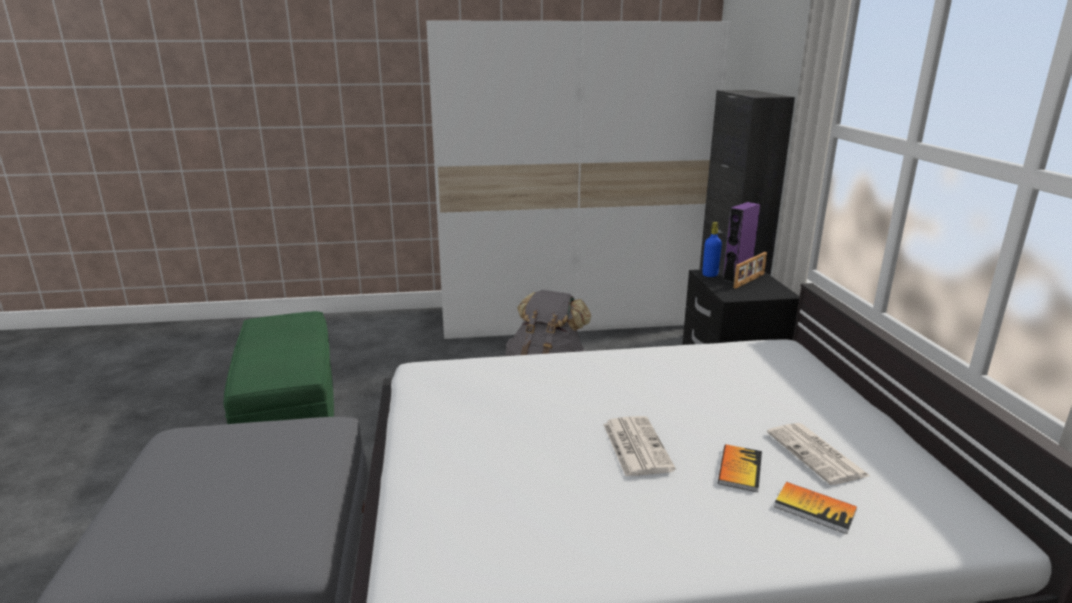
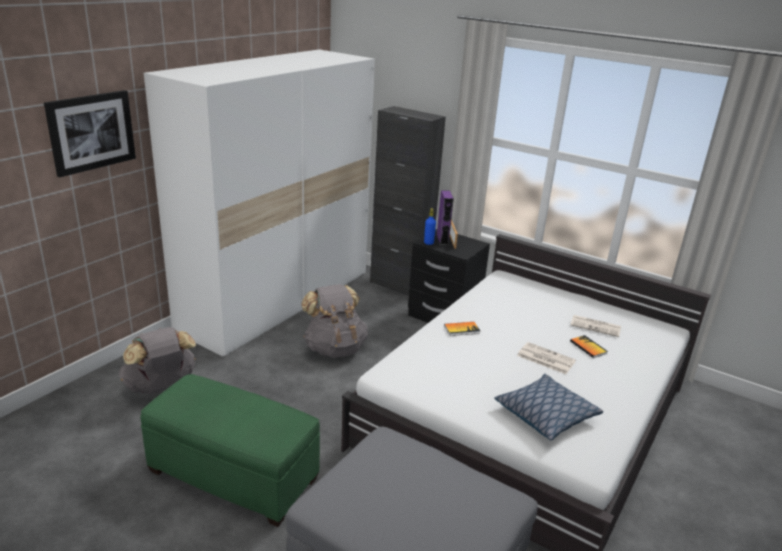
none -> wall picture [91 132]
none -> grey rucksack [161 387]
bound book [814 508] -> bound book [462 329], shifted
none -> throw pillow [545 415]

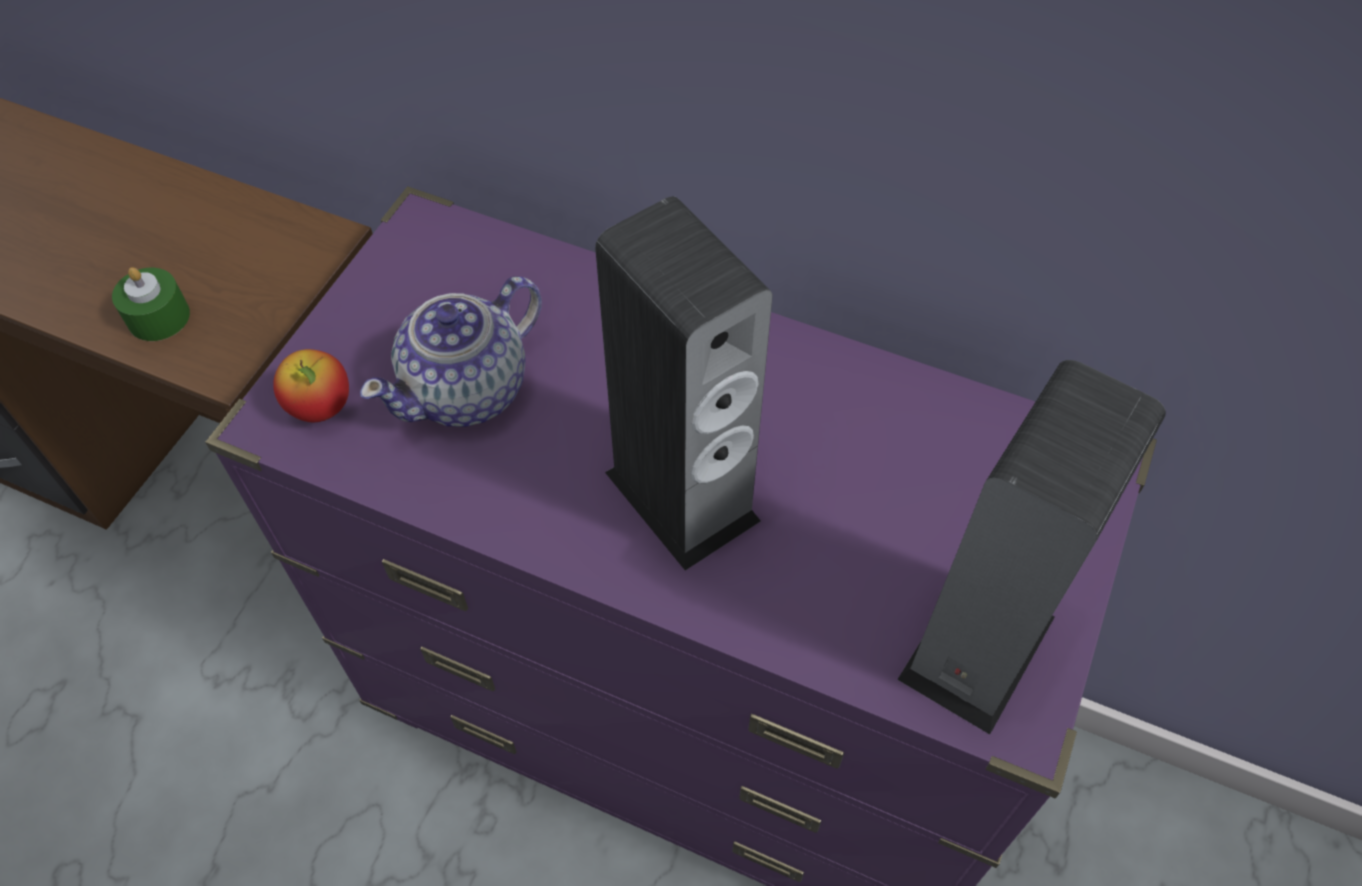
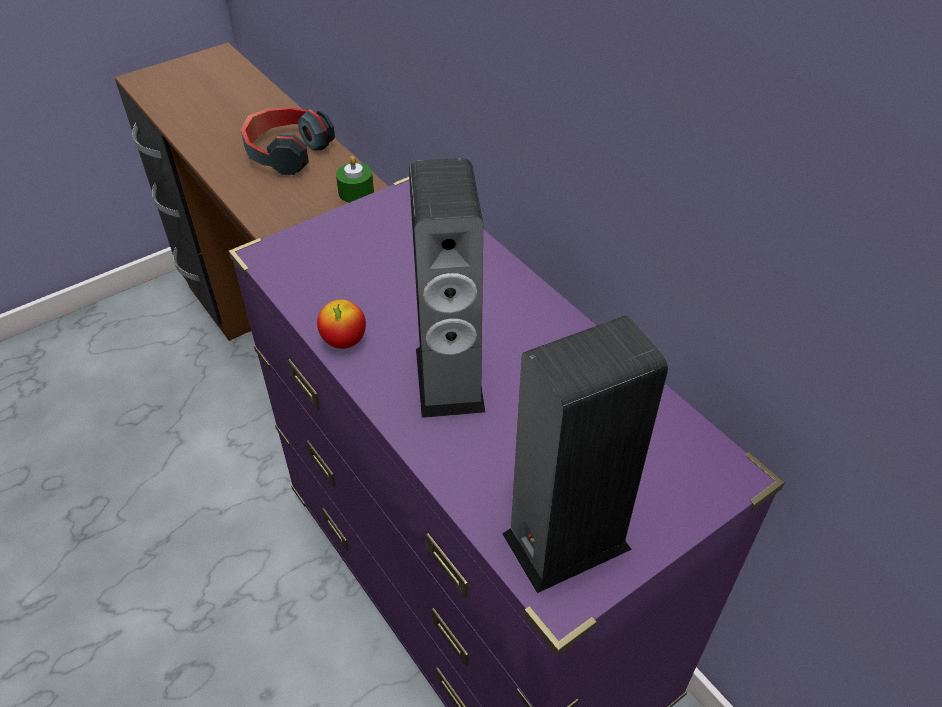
none -> headphones [286 152]
apple [321 408] -> apple [344 342], shifted
green wax candle [158 317] -> green wax candle [356 192], shifted
teapot [468 389] -> none

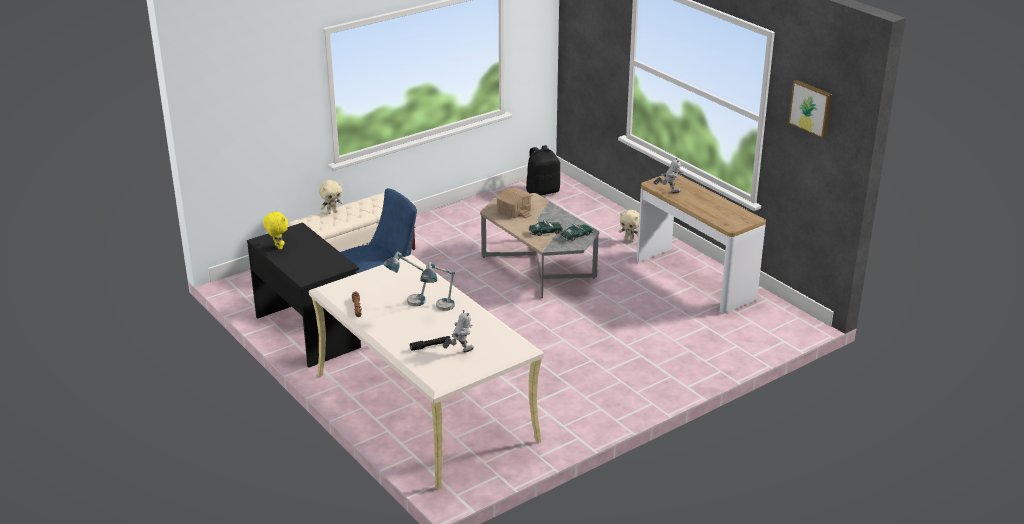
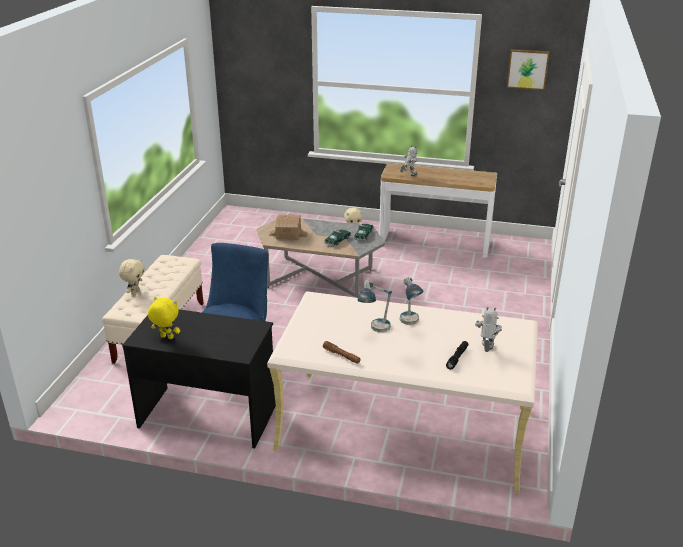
black-coloured rucksack [542 191] -> none

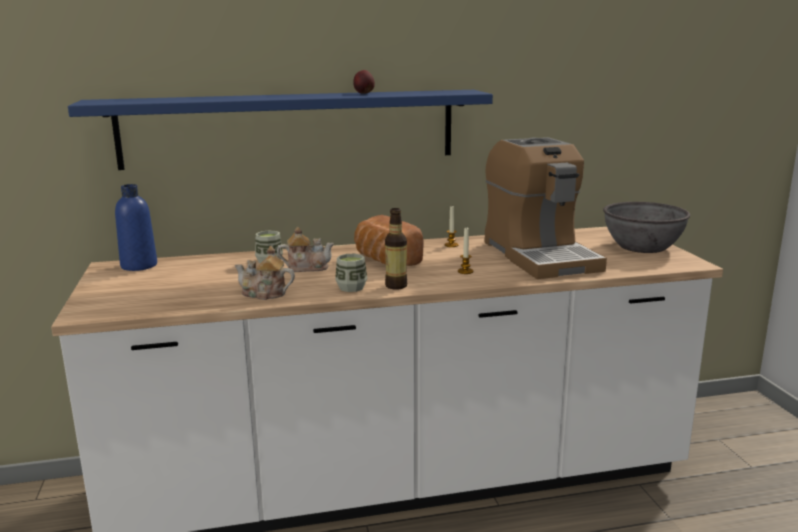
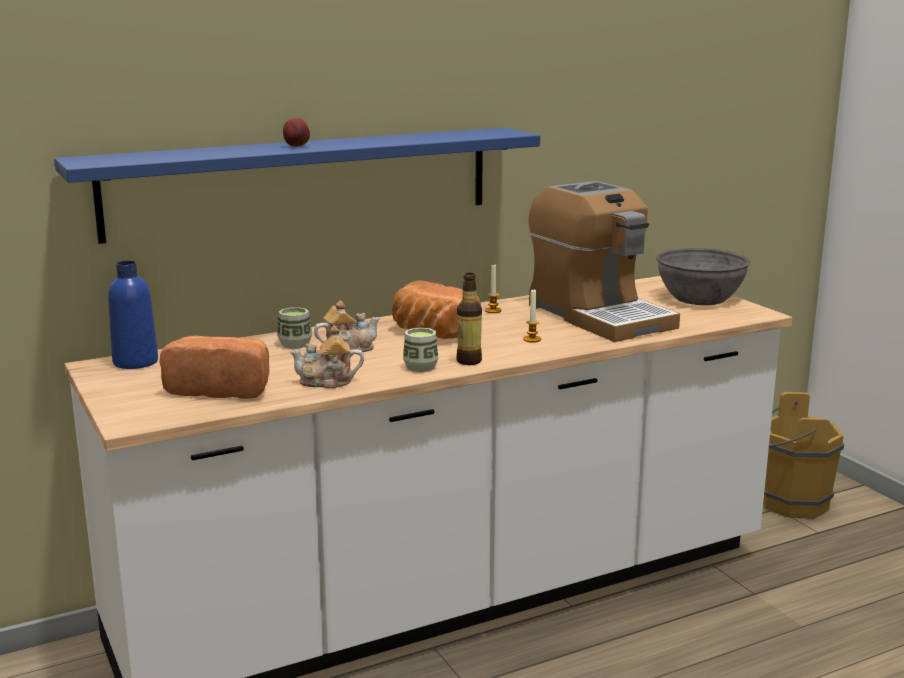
none -> bakery bread [221 388]
apple [364 93] -> apple [297 146], shifted
none -> brownish water bucket [787 503]

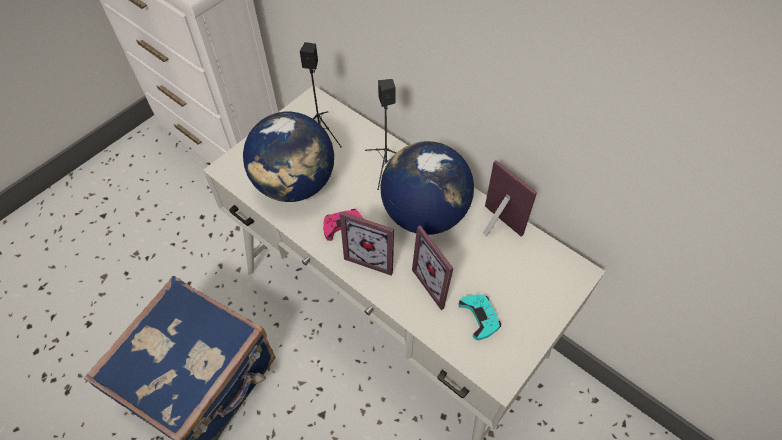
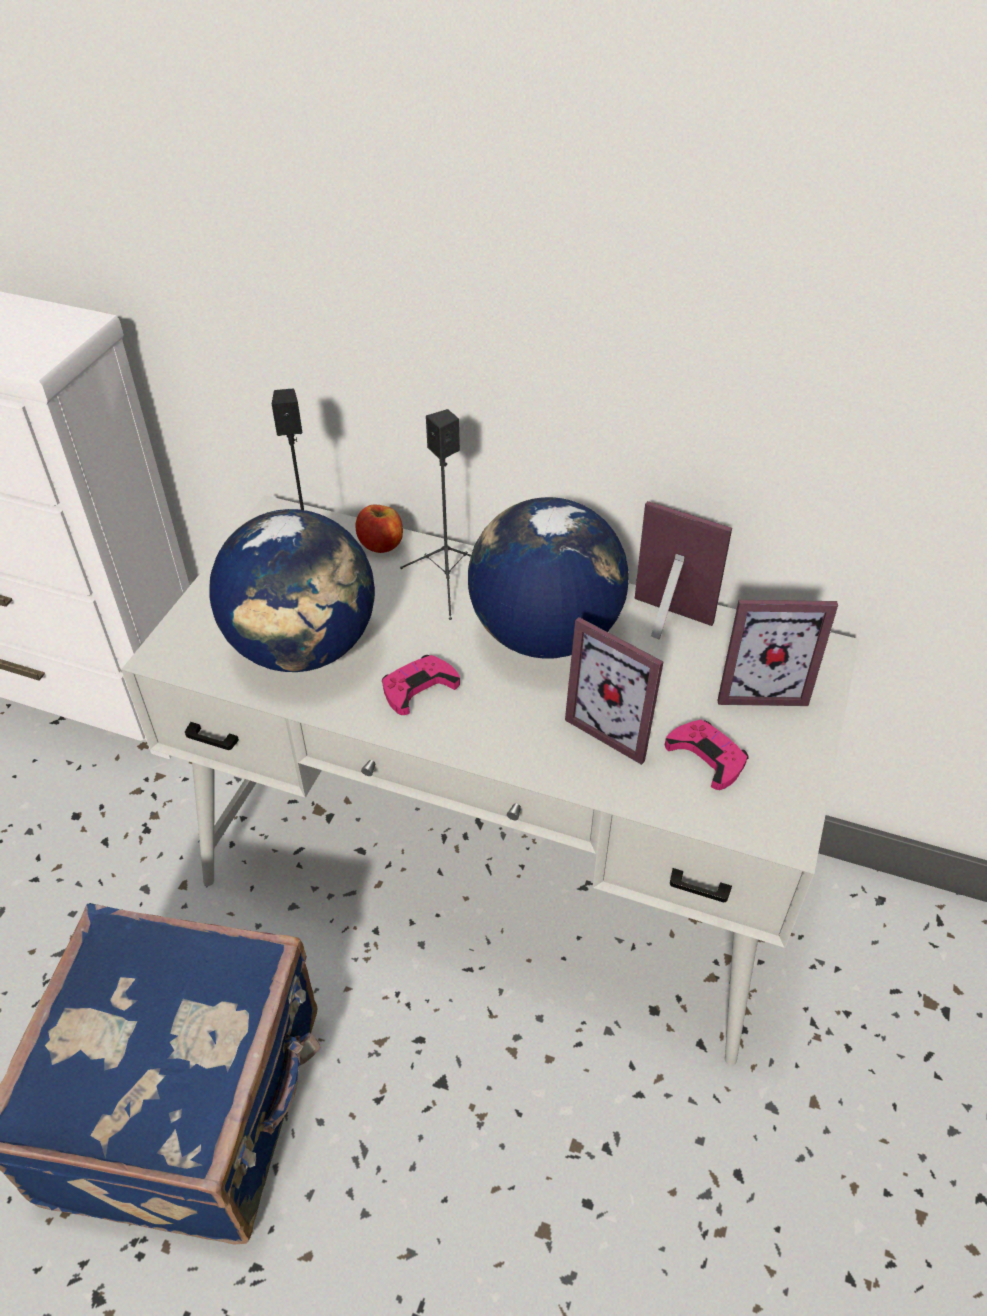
none -> apple [381 544]
turquoise joypad [479 317] -> pink-coloured joypad [707 757]
standing frame [373 255] -> standing frame [759 686], shifted

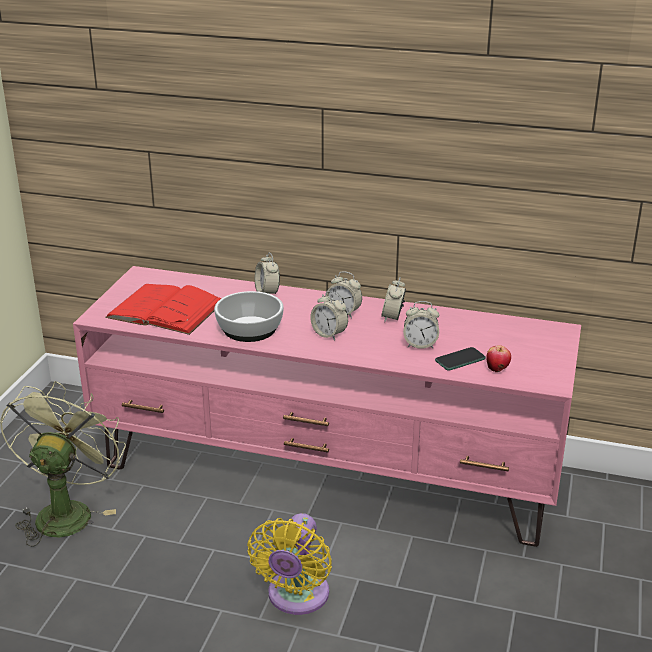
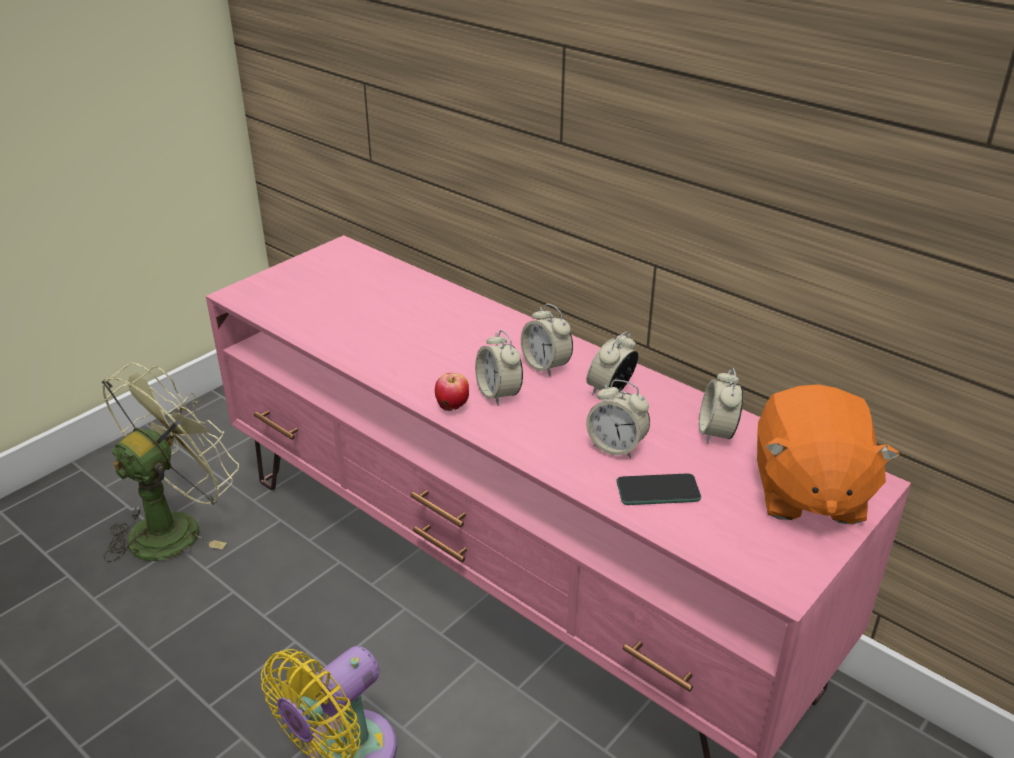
apple [497 370] -> apple [453 408], shifted
bedside clock [267 293] -> bedside clock [717 433], shifted
none -> orangey cuddly toy [807 492]
red-coloured bound book [165 309] -> none
deep dish [250 328] -> none

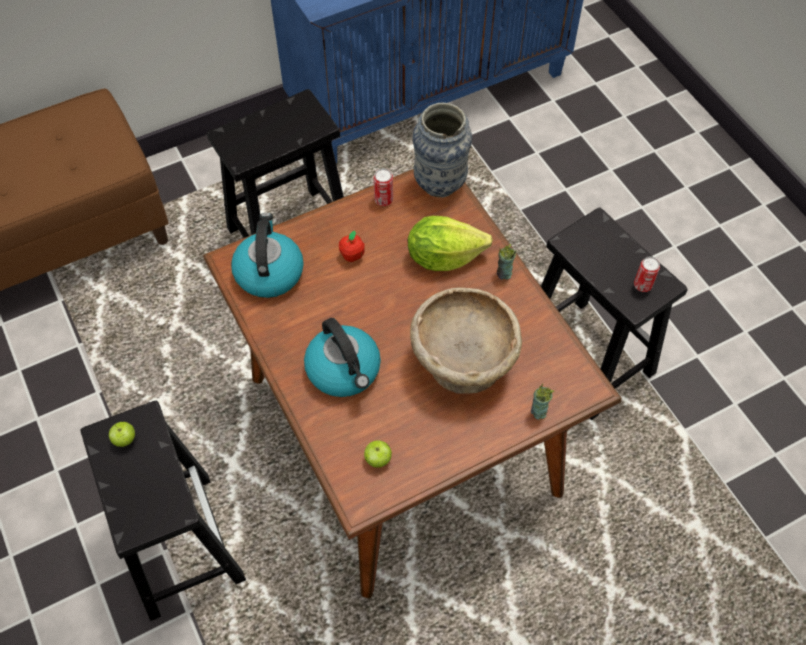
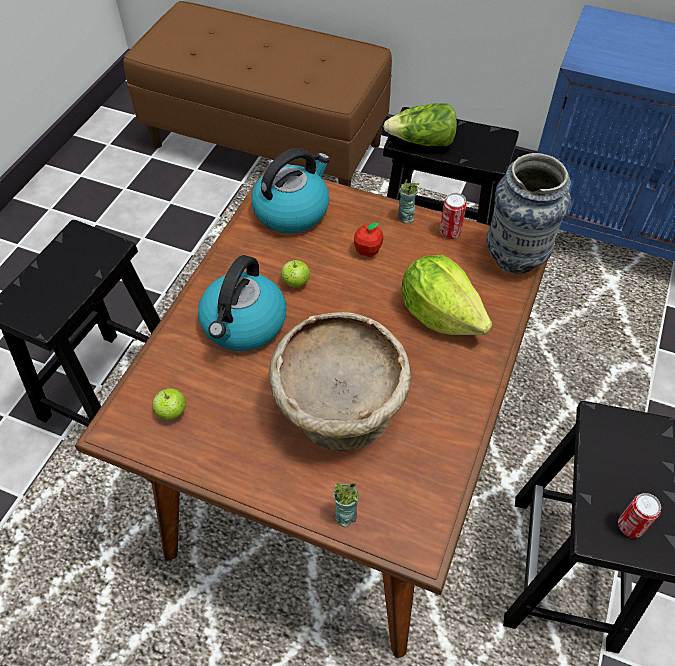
apple [125 439] -> apple [296 283], shifted
none -> head of lettuce [422 142]
small cup [504 274] -> small cup [405 217], shifted

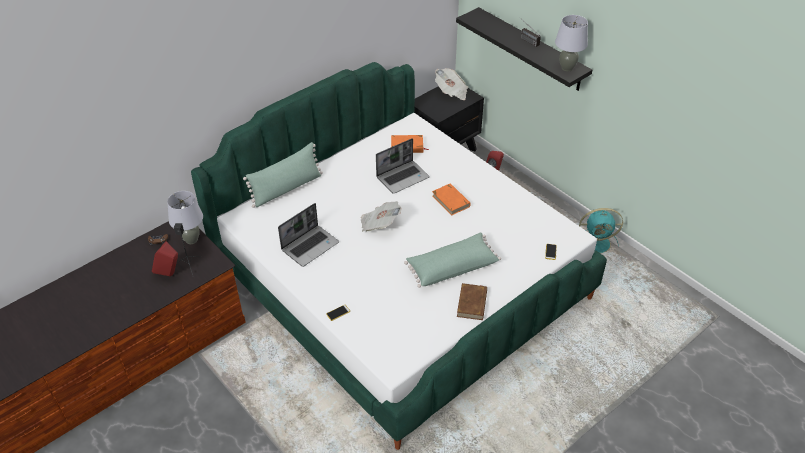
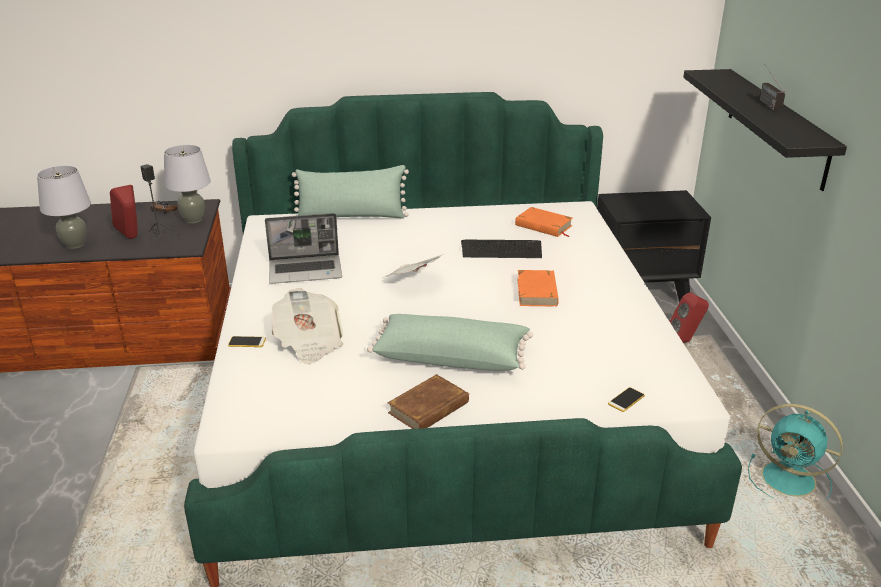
grey tabletop lamp [567 68] -> grey tabletop lamp [74 245], shifted
newspaper [451 92] -> newspaper [309 343], shifted
notebook computer [403 177] -> PC keyboard [501 250]

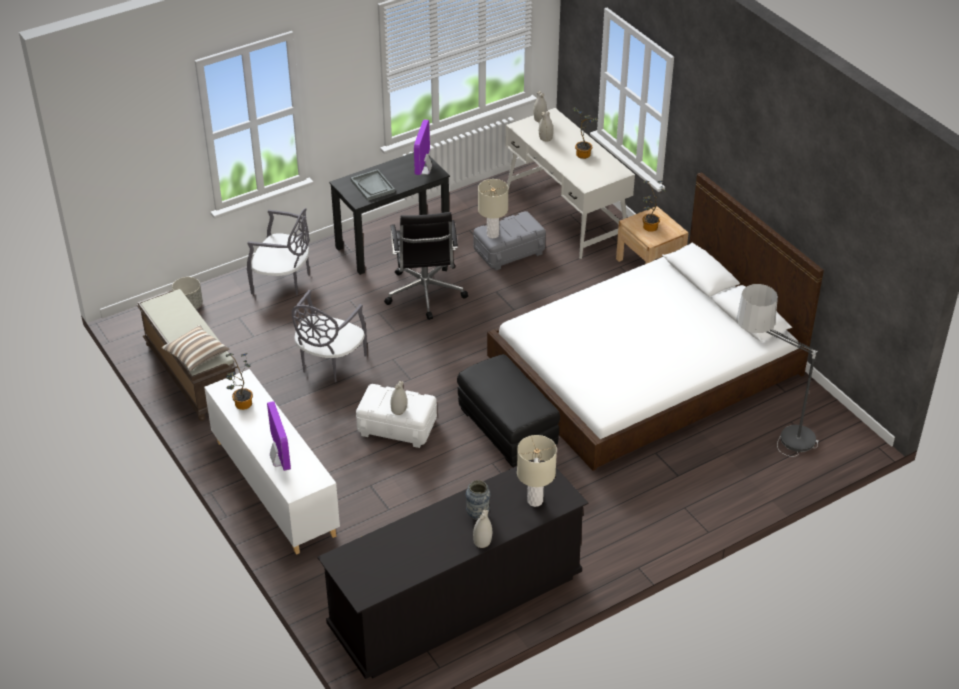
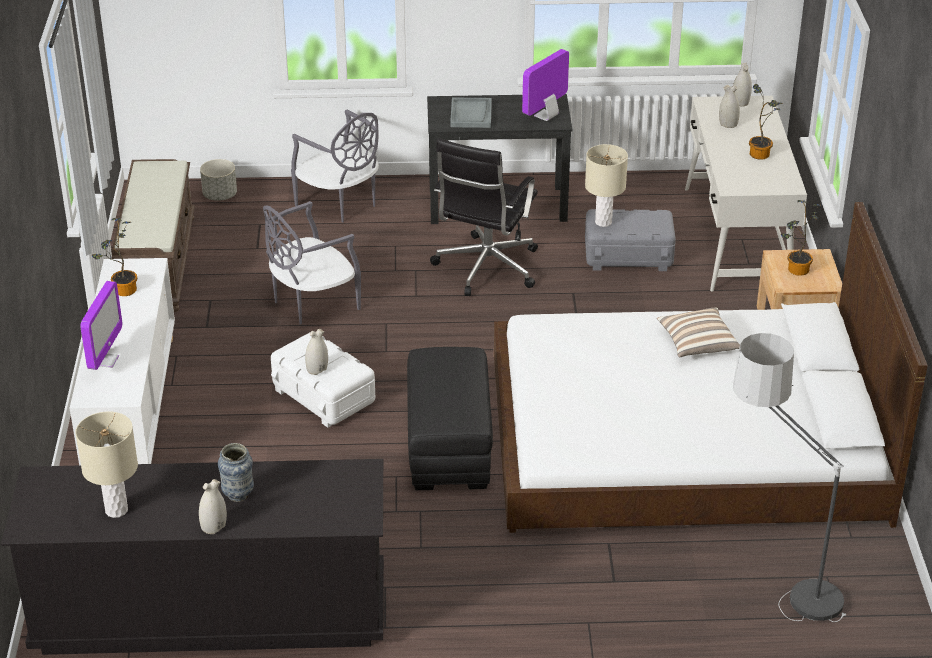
sand-coloured tabletop lamp [534 501] -> sand-coloured tabletop lamp [116 510], shifted
throw pillow [196 355] -> throw pillow [697 344], shifted

